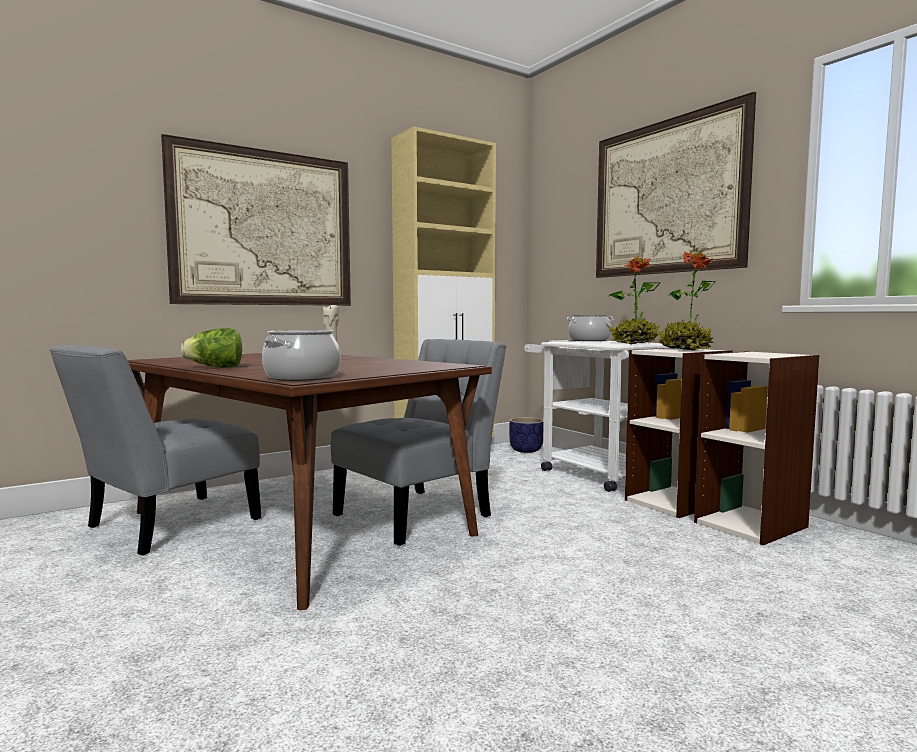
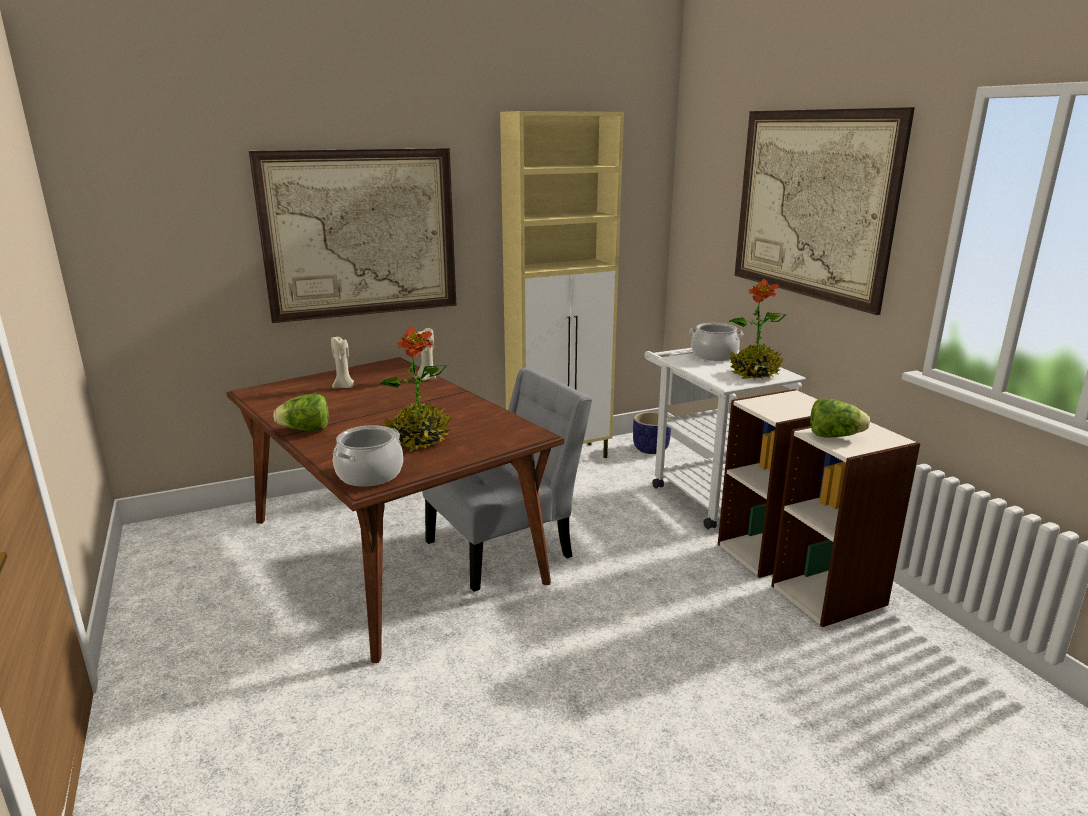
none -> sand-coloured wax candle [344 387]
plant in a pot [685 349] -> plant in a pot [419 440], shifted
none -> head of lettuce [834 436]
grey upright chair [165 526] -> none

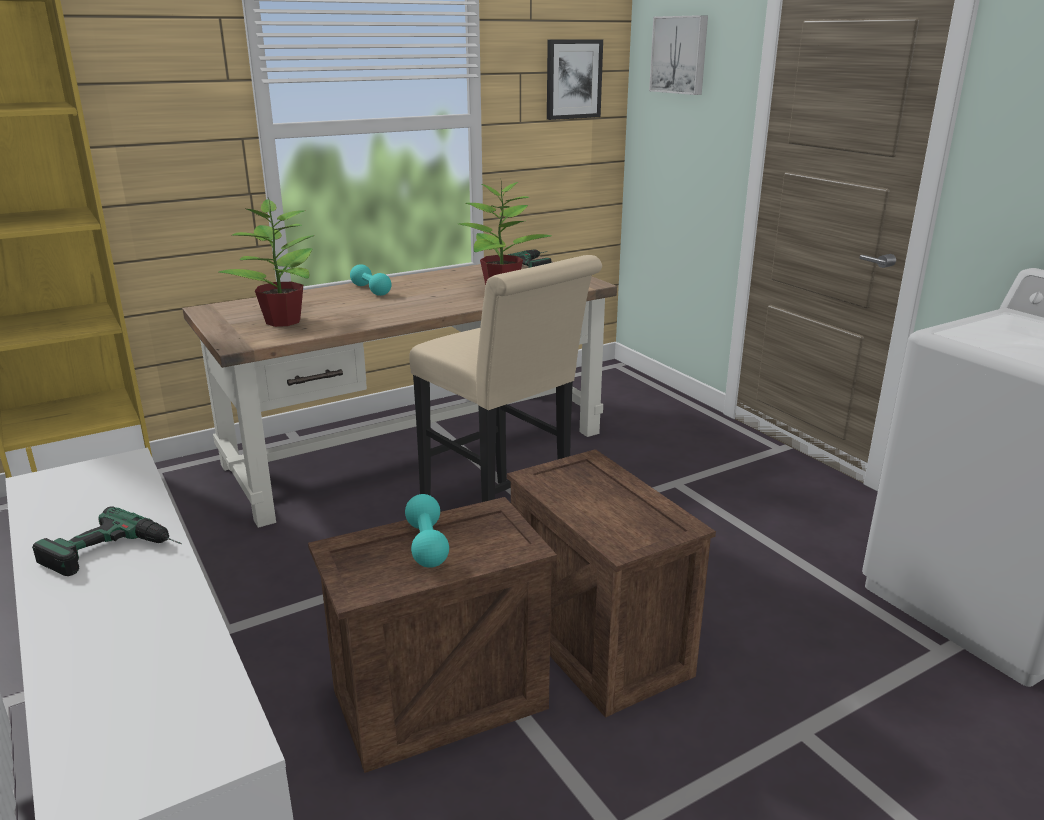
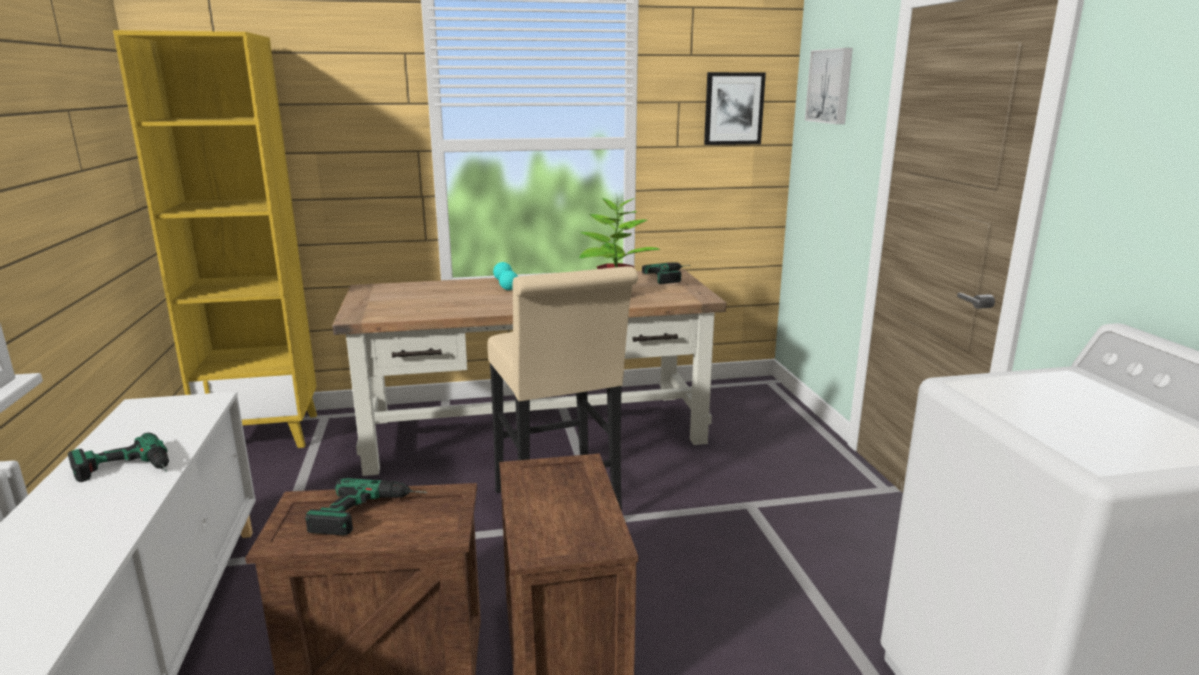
turquoise dumbbell [427 544] -> power drill [370 513]
plant in a pot [282 321] -> none

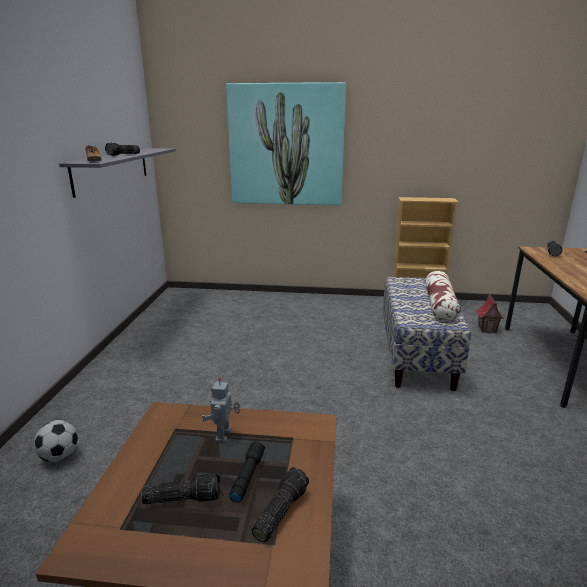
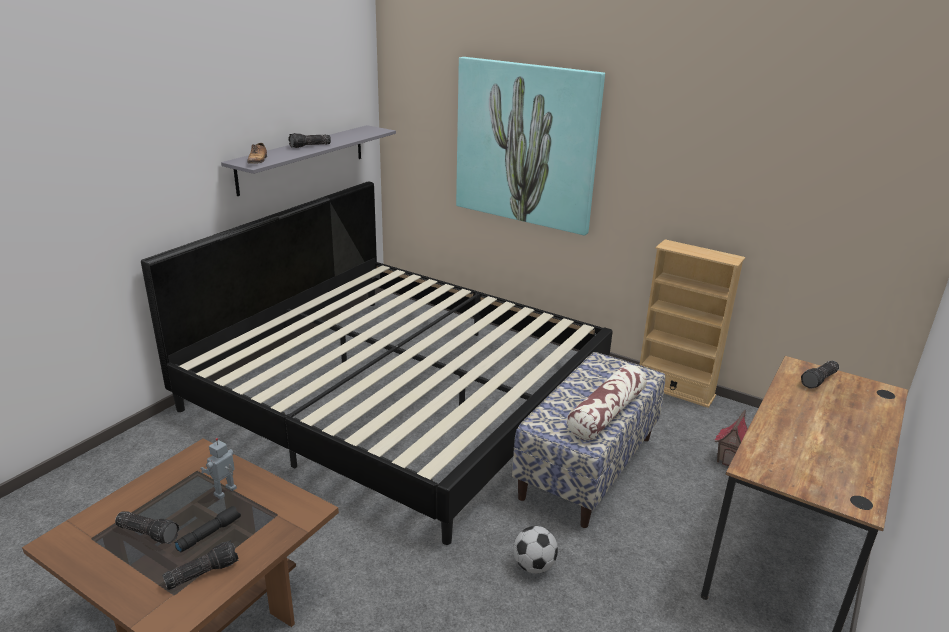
none -> bed [399 393]
football ball [60 456] -> football ball [534 565], shifted

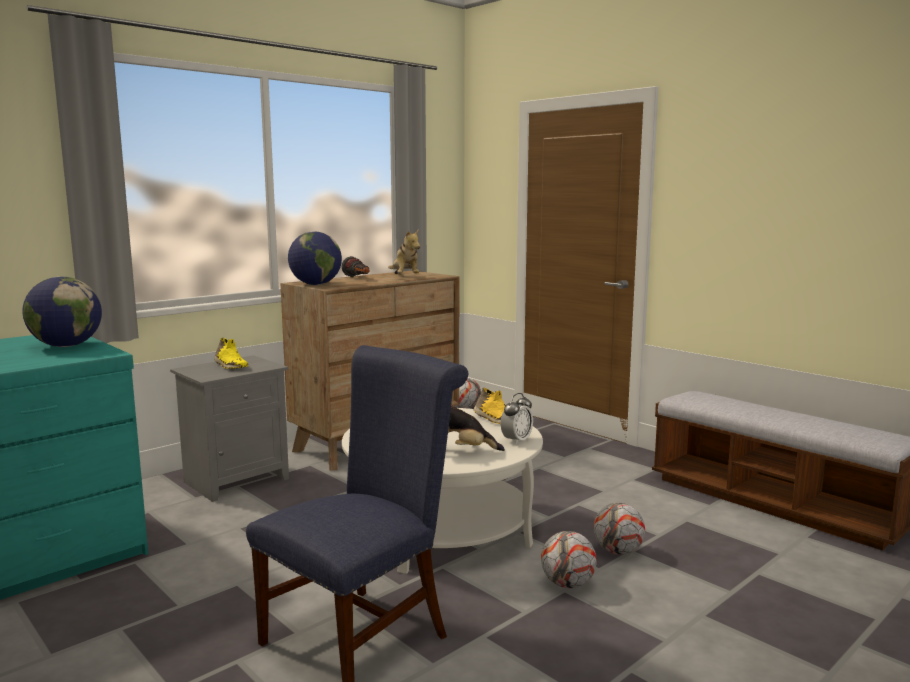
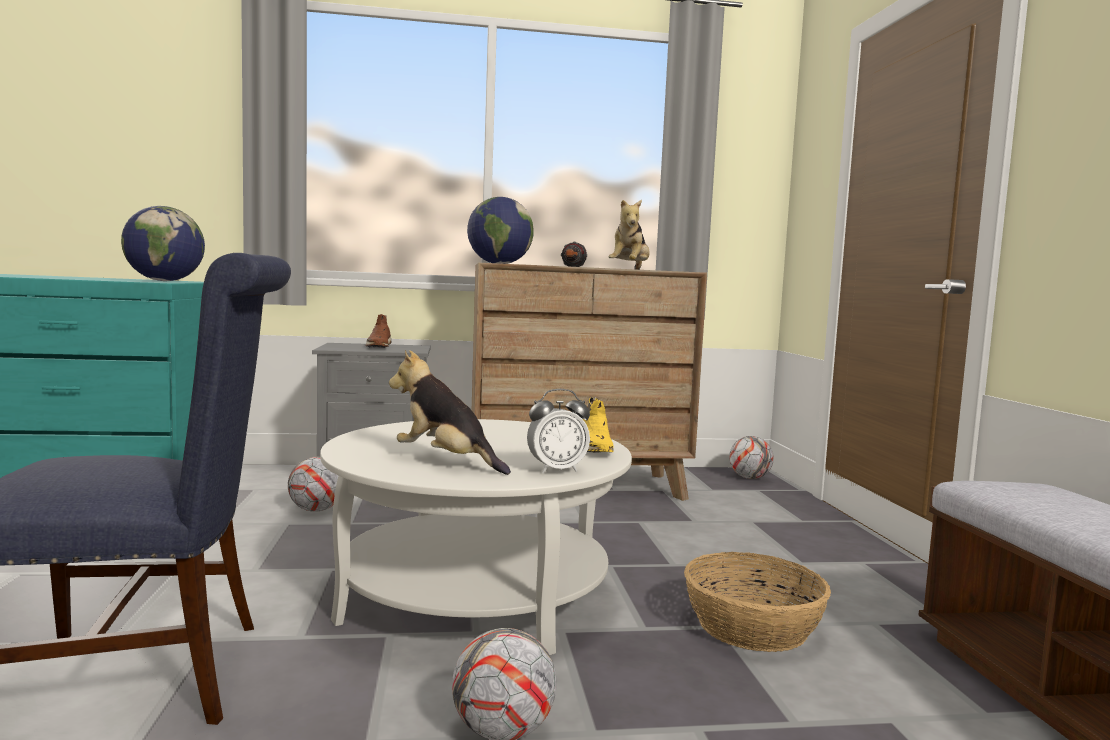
football ball [617 551] -> football ball [316 510], shifted
yellowish low shoe [230 366] -> brownish low shoe [379 347]
none -> storage basket [751 626]

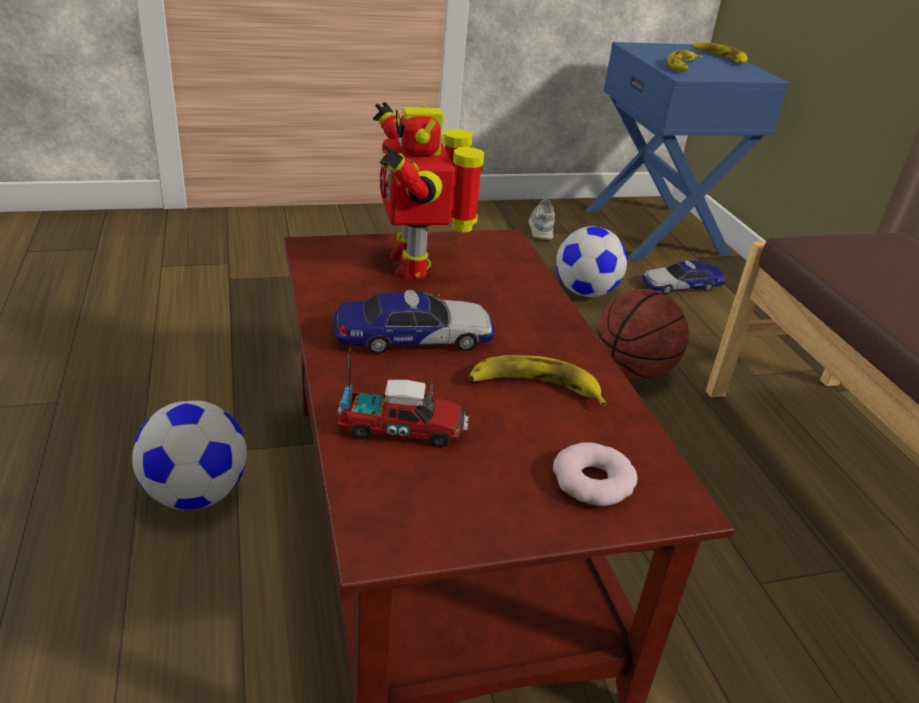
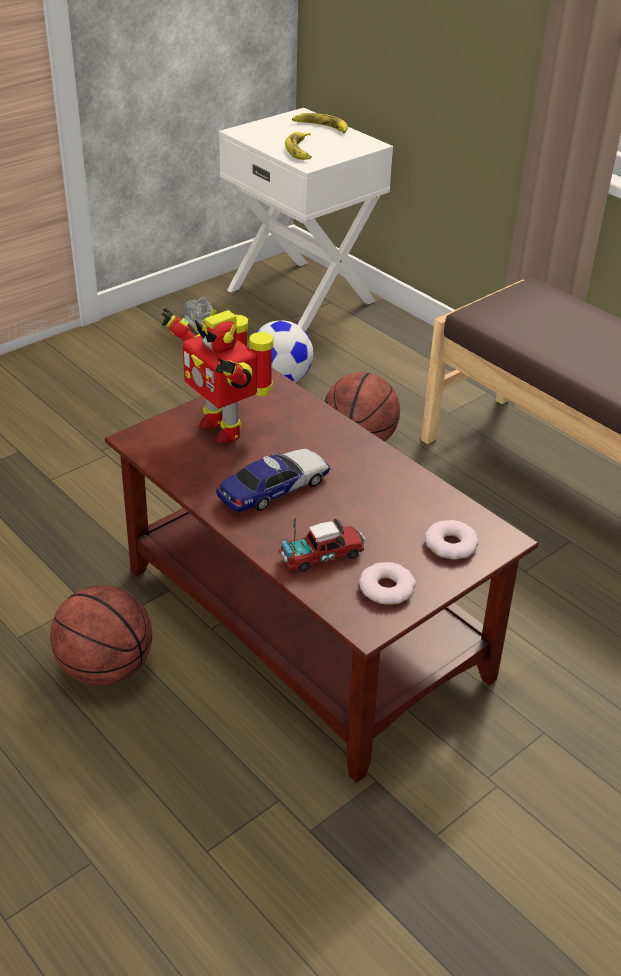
football ball [195 494] -> basketball ball [105 668]
blue-coloured night table [657 231] -> white-coloured night table [302 295]
none -> donut [386 588]
banana [534 387] -> none
model car [681 286] -> none

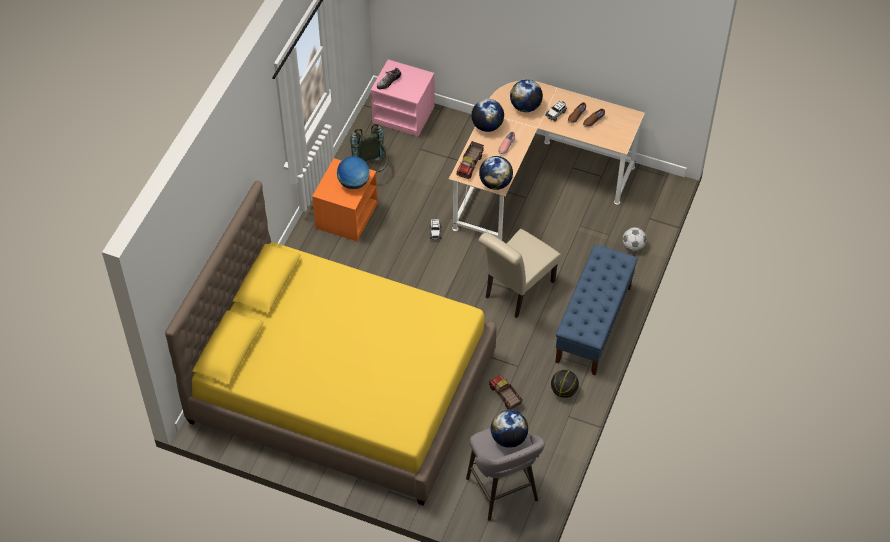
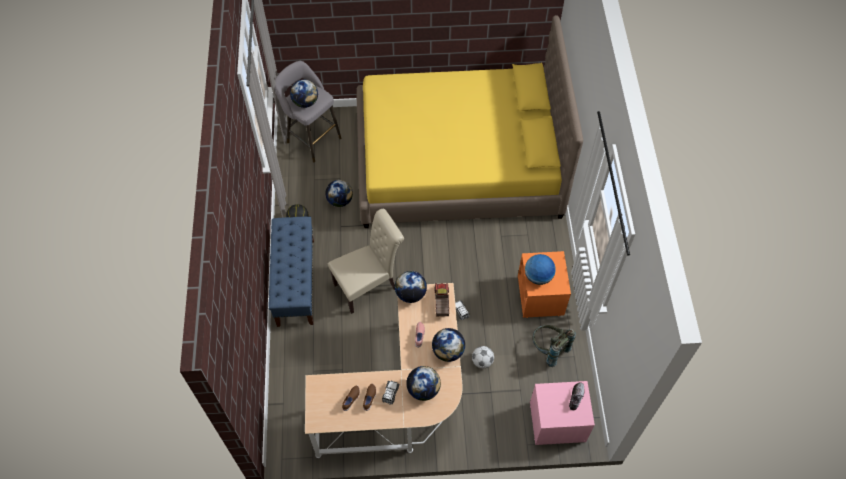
toy lorry [505 396] -> world globe [340 200]
sand-coloured upright chair [516 291] -> sand-coloured upright chair [369 285], 45 degrees clockwise
football ball [633 246] -> football ball [482 361], shifted

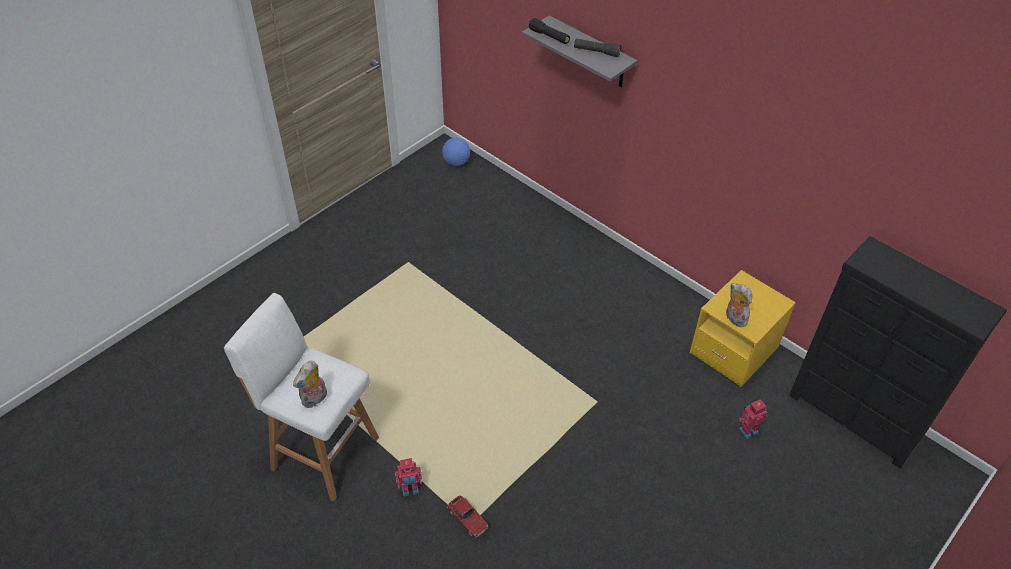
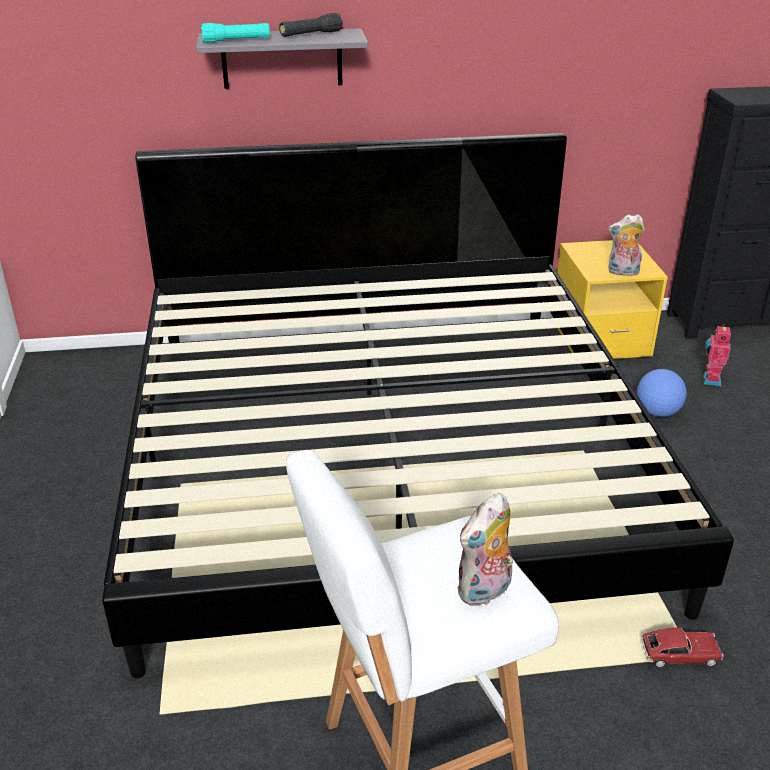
none -> bed [385 456]
black-coloured hand torch [549 37] -> turquoise hand torch [236 41]
cuddly toy [315 399] -> cuddly toy [485 592], 60 degrees clockwise
football ball [456 162] -> football ball [657 412], shifted
toy robot [410 490] -> none

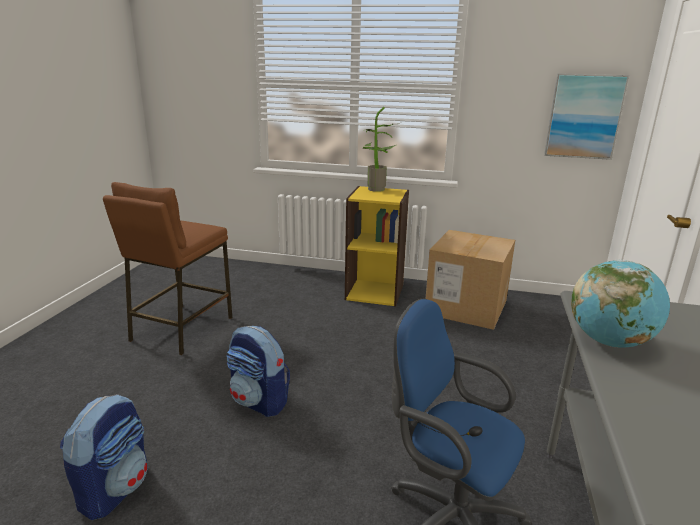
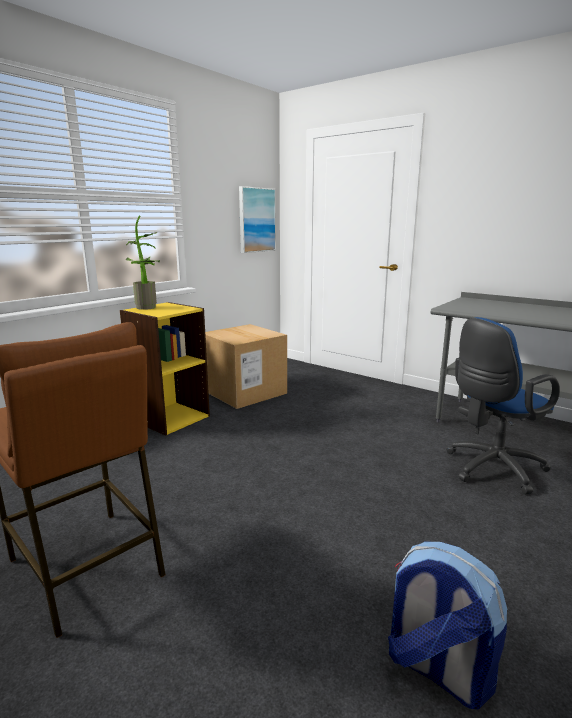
rucksack [259 401] -> none
world globe [609 342] -> none

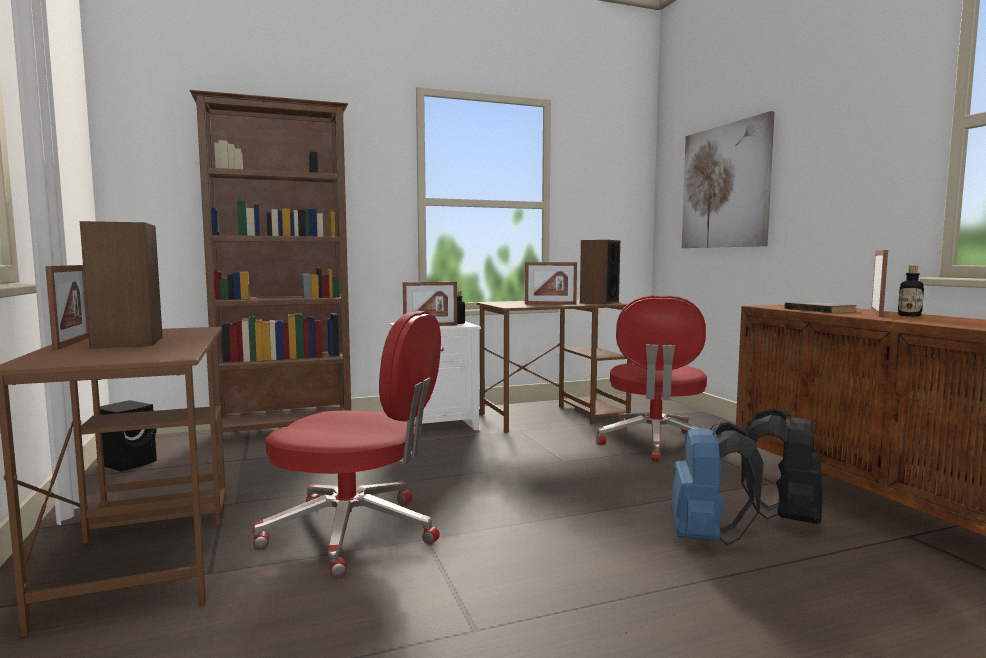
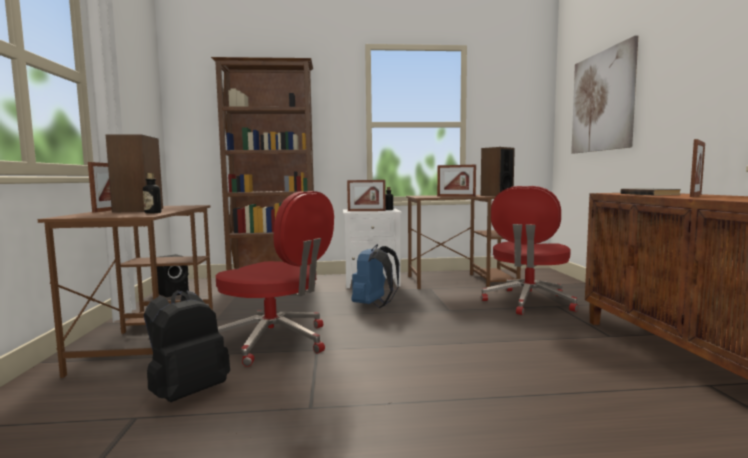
bottle [909 315] -> bottle [153 213], shifted
black-coloured rucksack [785 517] -> black-coloured rucksack [187 393], shifted
blue-coloured rucksack [706 537] -> blue-coloured rucksack [374 305], shifted

